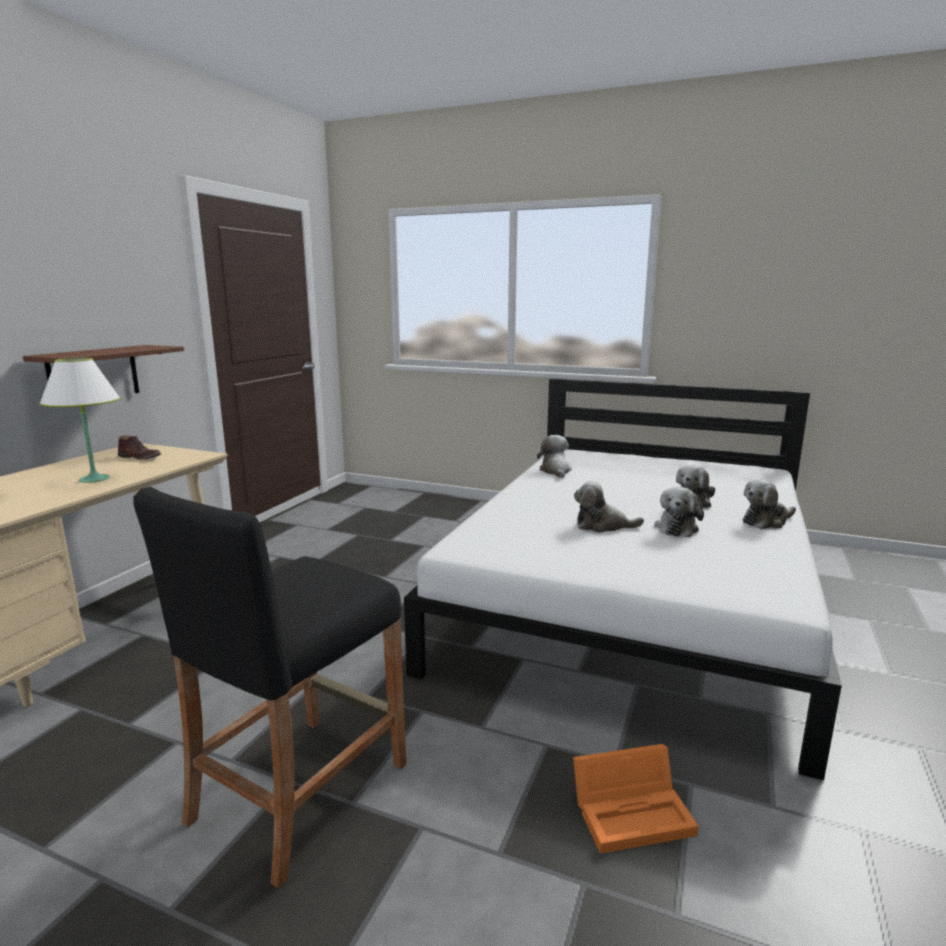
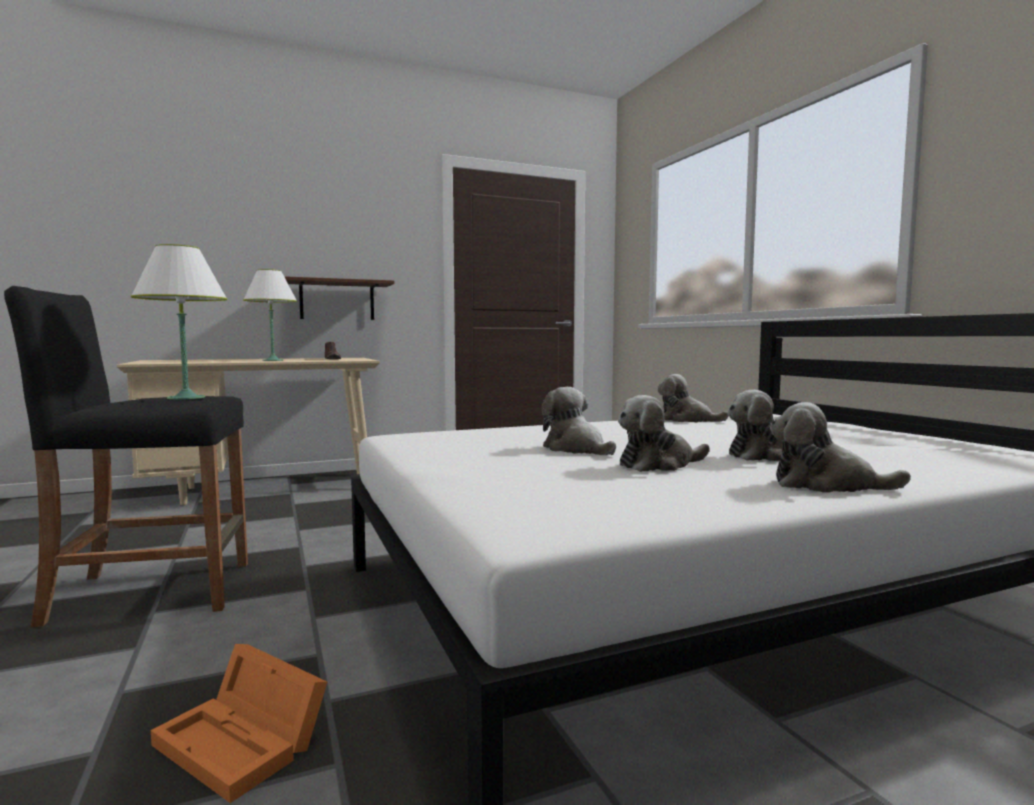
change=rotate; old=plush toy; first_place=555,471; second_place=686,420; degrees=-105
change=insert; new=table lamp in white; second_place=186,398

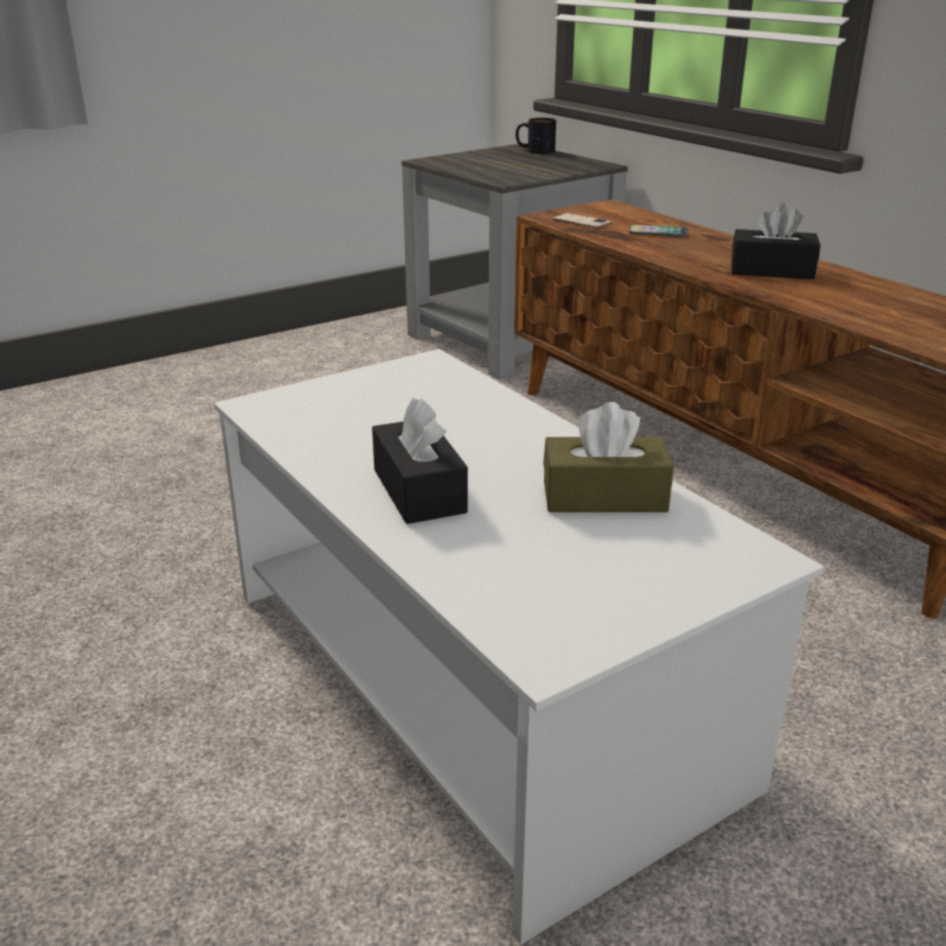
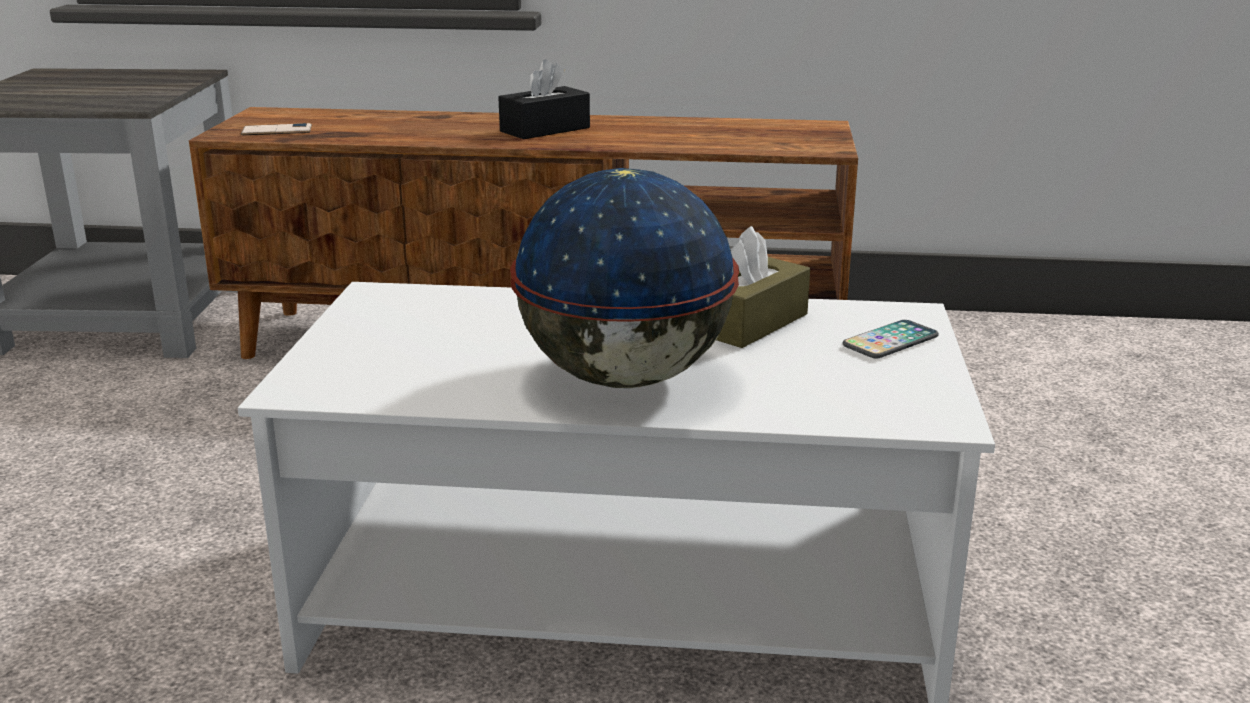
change=replace; old=tissue box in black; new=globe; first_place=419,491; second_place=623,379
change=delete; old=mug; first_place=534,150
change=move; old=phone; first_place=657,232; second_place=890,341

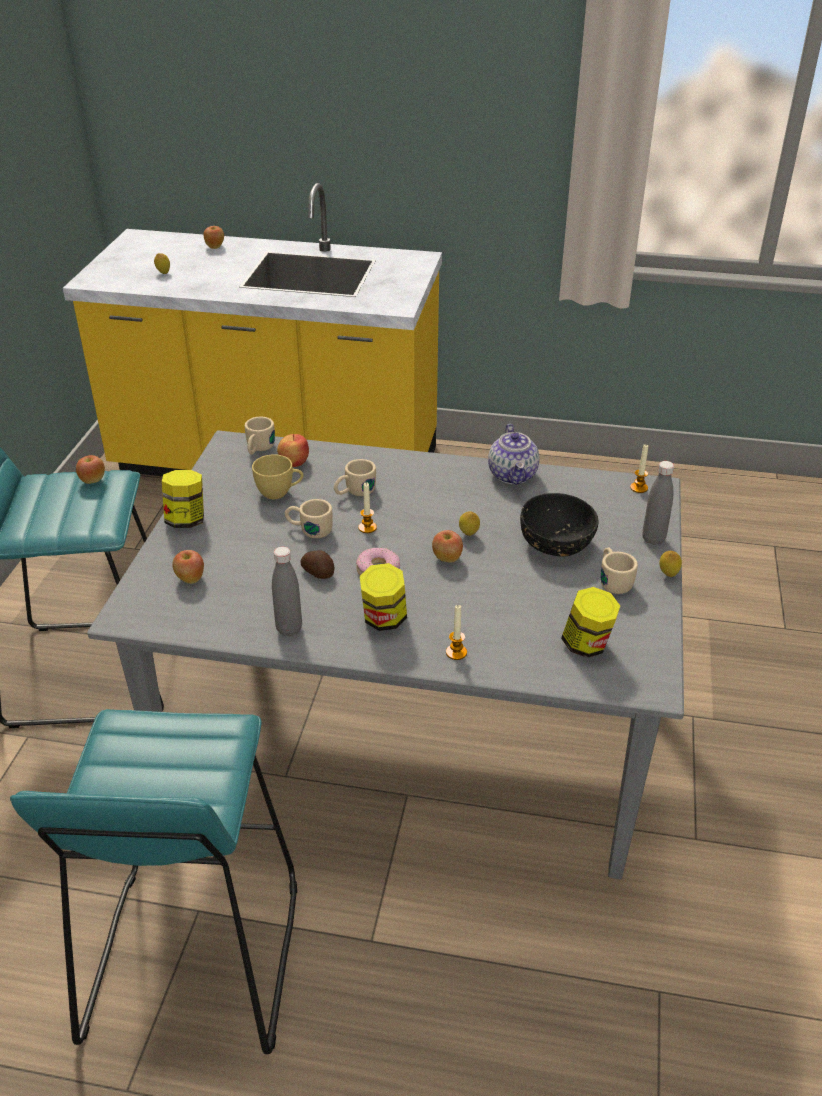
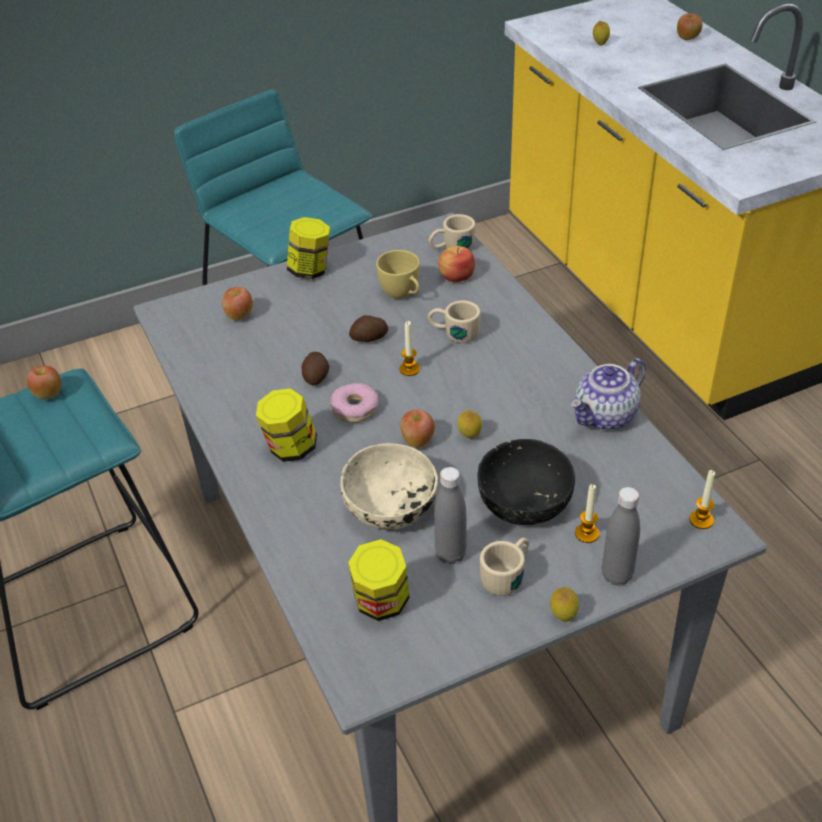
change=move; old=apple; first_place=93,480; second_place=48,394
change=move; old=bottle in grey; first_place=289,629; second_place=450,554
change=replace; old=mug in beige; new=potato; first_place=309,529; second_place=369,338
change=move; old=candle; first_place=456,652; second_place=587,534
change=insert; new=bowl in beige; second_place=390,508

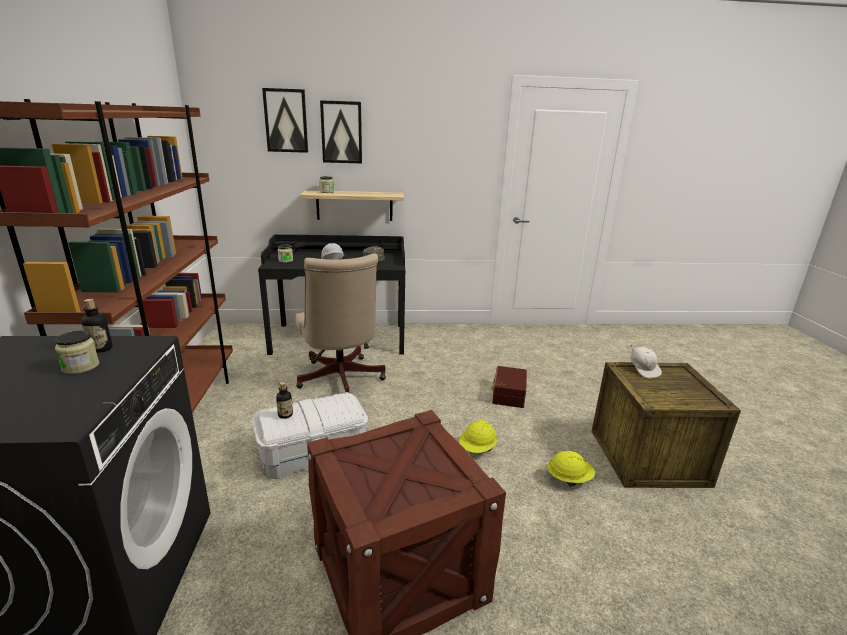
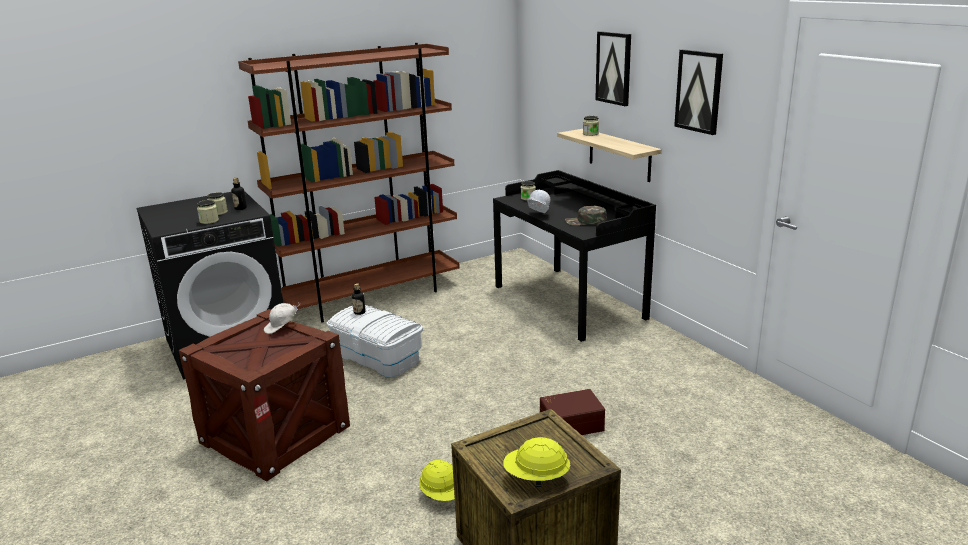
change=move; old=picture; first_place=286,121; second_place=699,91
change=delete; old=office chair in beige; first_place=340,380
change=move; old=hard hat in yellow; first_place=477,449; second_place=536,478
change=move; old=cap in white; first_place=643,369; second_place=282,327
change=insert; new=jar; second_place=209,221

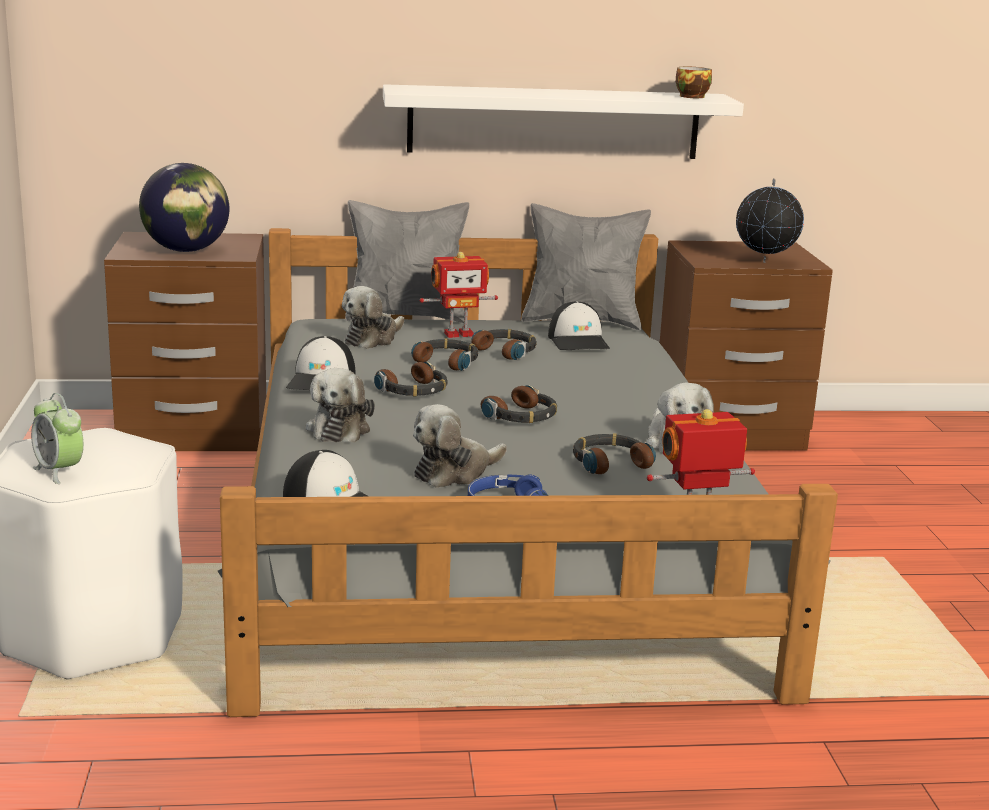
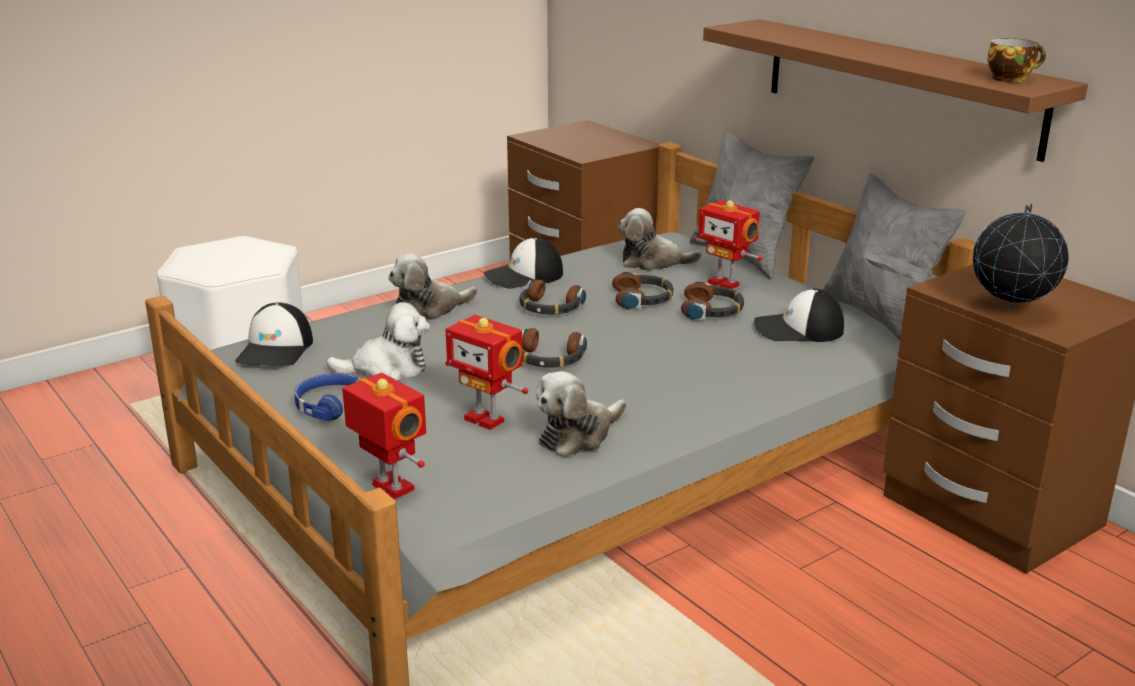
change=delete; old=alarm clock; first_place=59,472
change=delete; old=globe; first_place=186,250
change=recolor; old=shelf in white; new=shelf in brown; first_place=554,122; second_place=899,85
change=rotate; old=plush toy; first_place=454,472; second_place=387,369; degrees=150
change=rotate; old=cap; first_place=579,341; second_place=798,329; degrees=45
change=replace; old=headphones; new=toy robot; first_place=610,462; second_place=486,419

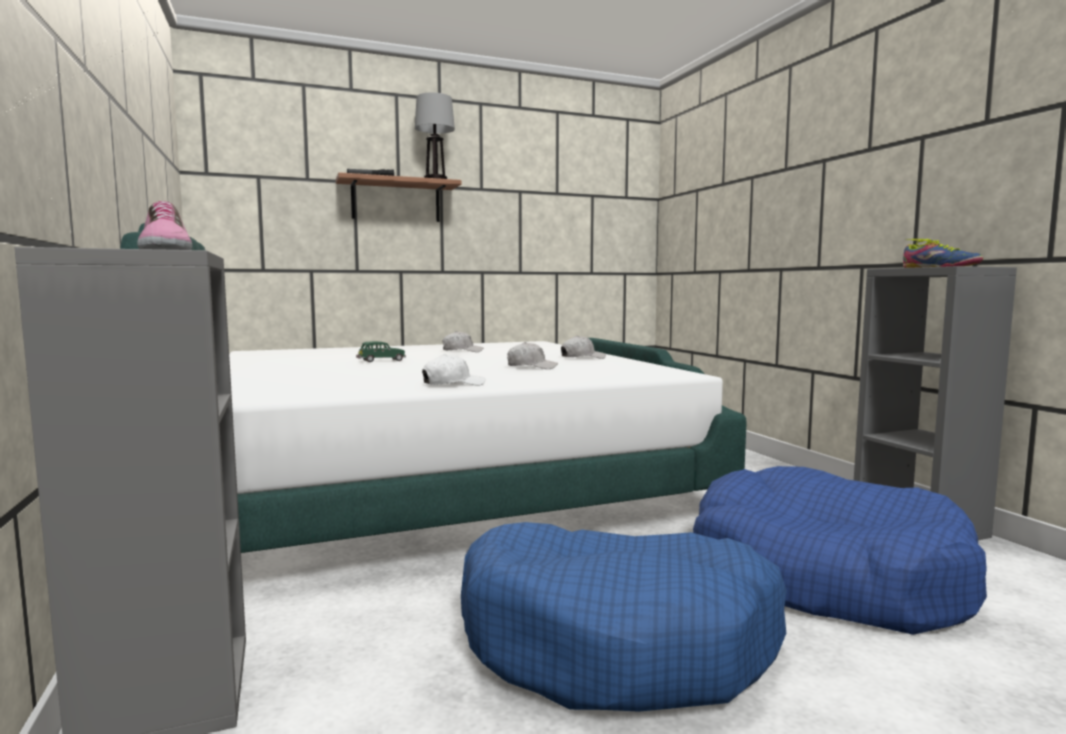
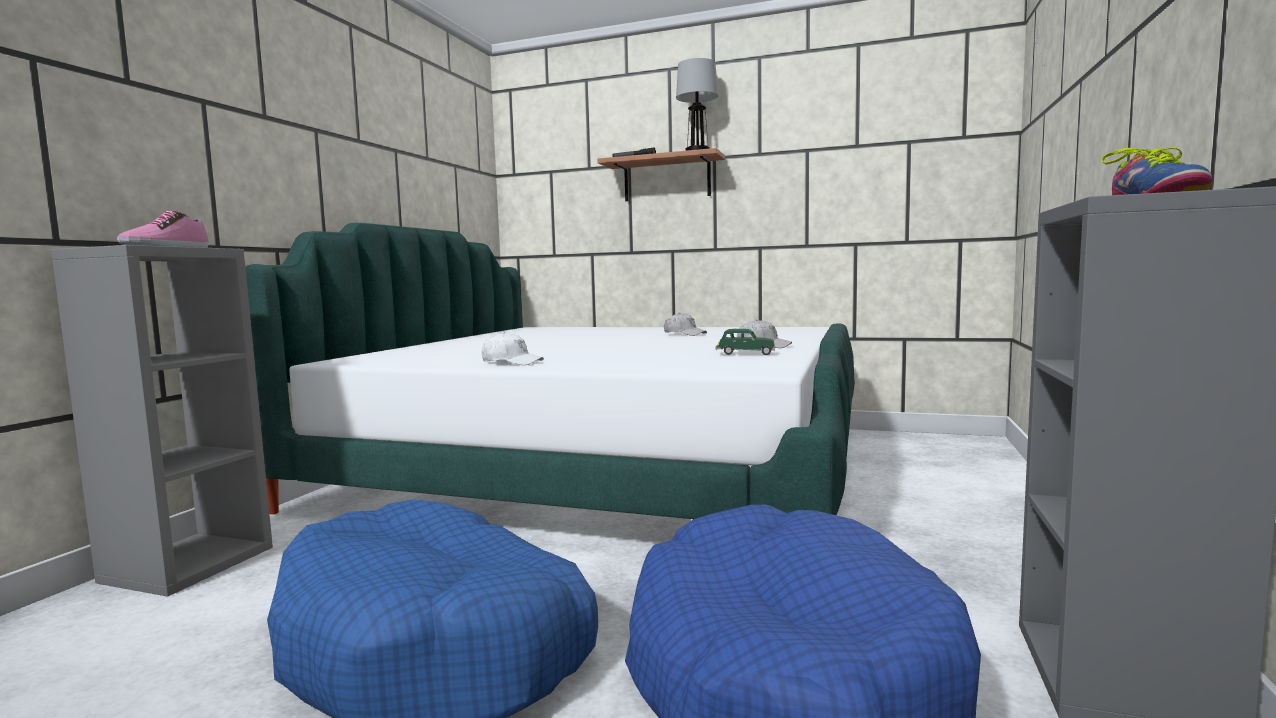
change=move; old=toy car in green; first_place=381,361; second_place=745,354
change=delete; old=cap in white; first_place=531,367

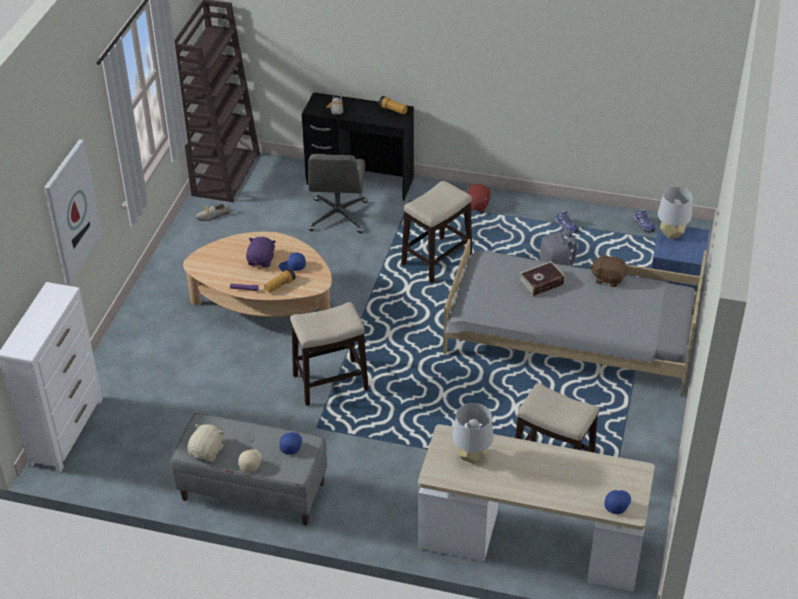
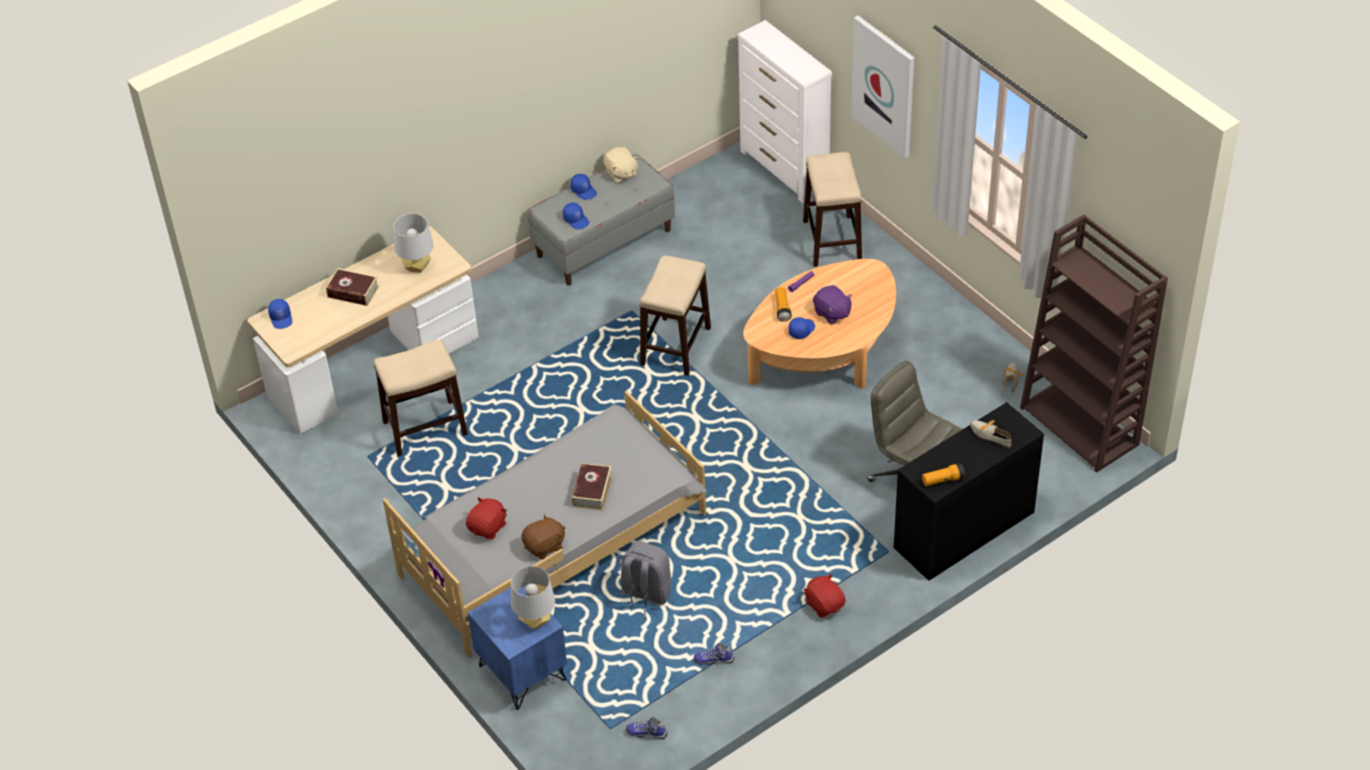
change=recolor; old=cap in beige; new=cap in blue; first_place=250,462; second_place=584,191
change=move; old=stool; first_place=436,260; second_place=832,240
change=insert; new=book; second_place=353,292
change=insert; new=plush toy in red; second_place=488,527

